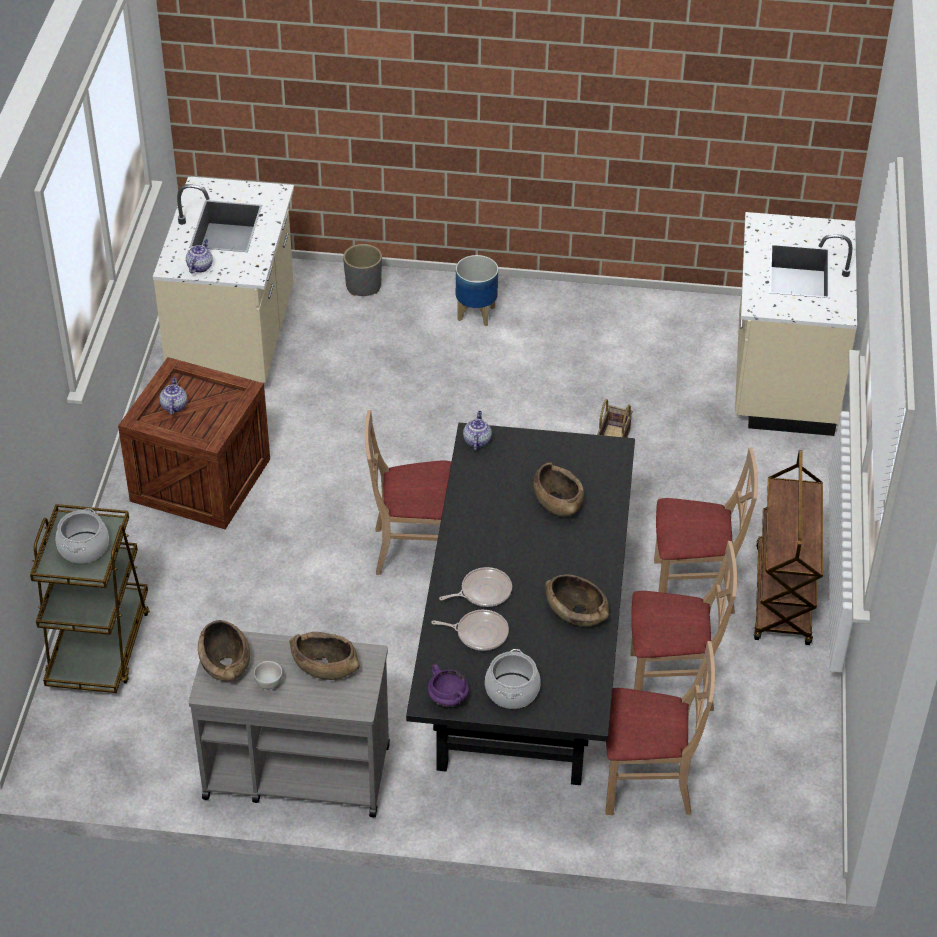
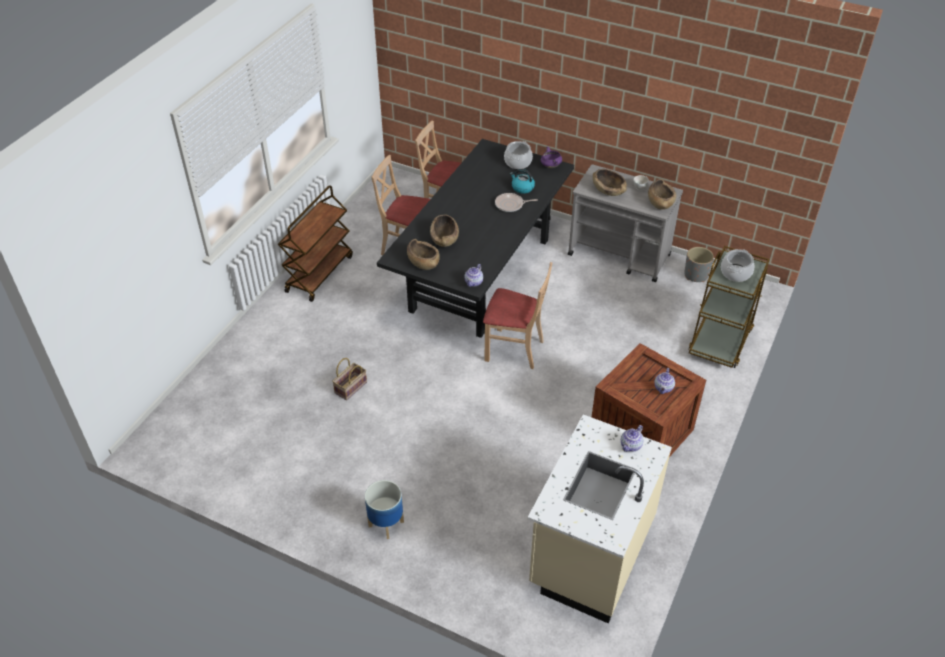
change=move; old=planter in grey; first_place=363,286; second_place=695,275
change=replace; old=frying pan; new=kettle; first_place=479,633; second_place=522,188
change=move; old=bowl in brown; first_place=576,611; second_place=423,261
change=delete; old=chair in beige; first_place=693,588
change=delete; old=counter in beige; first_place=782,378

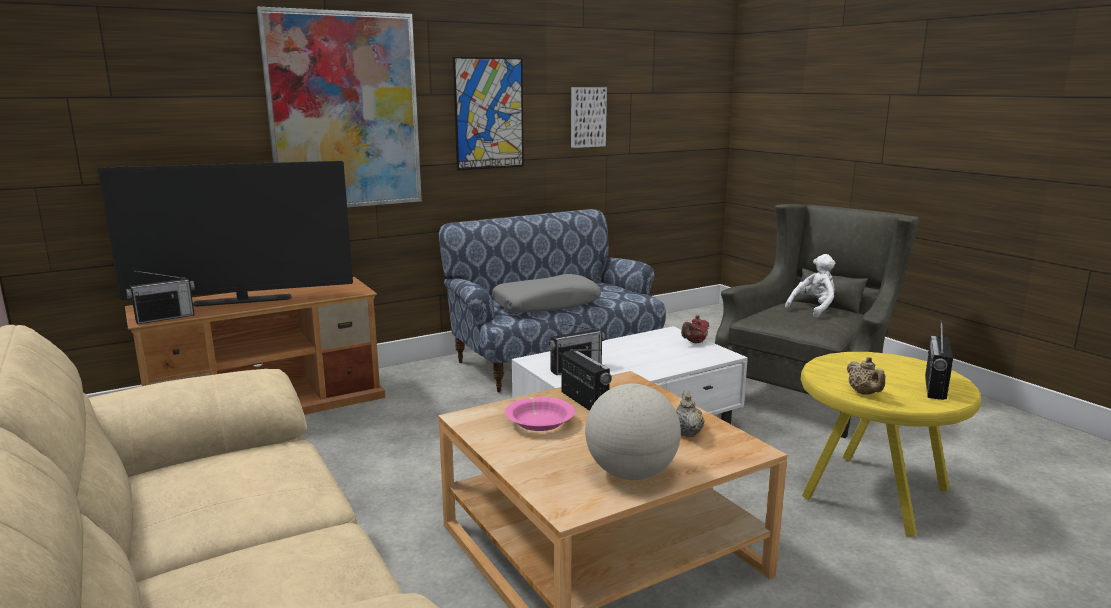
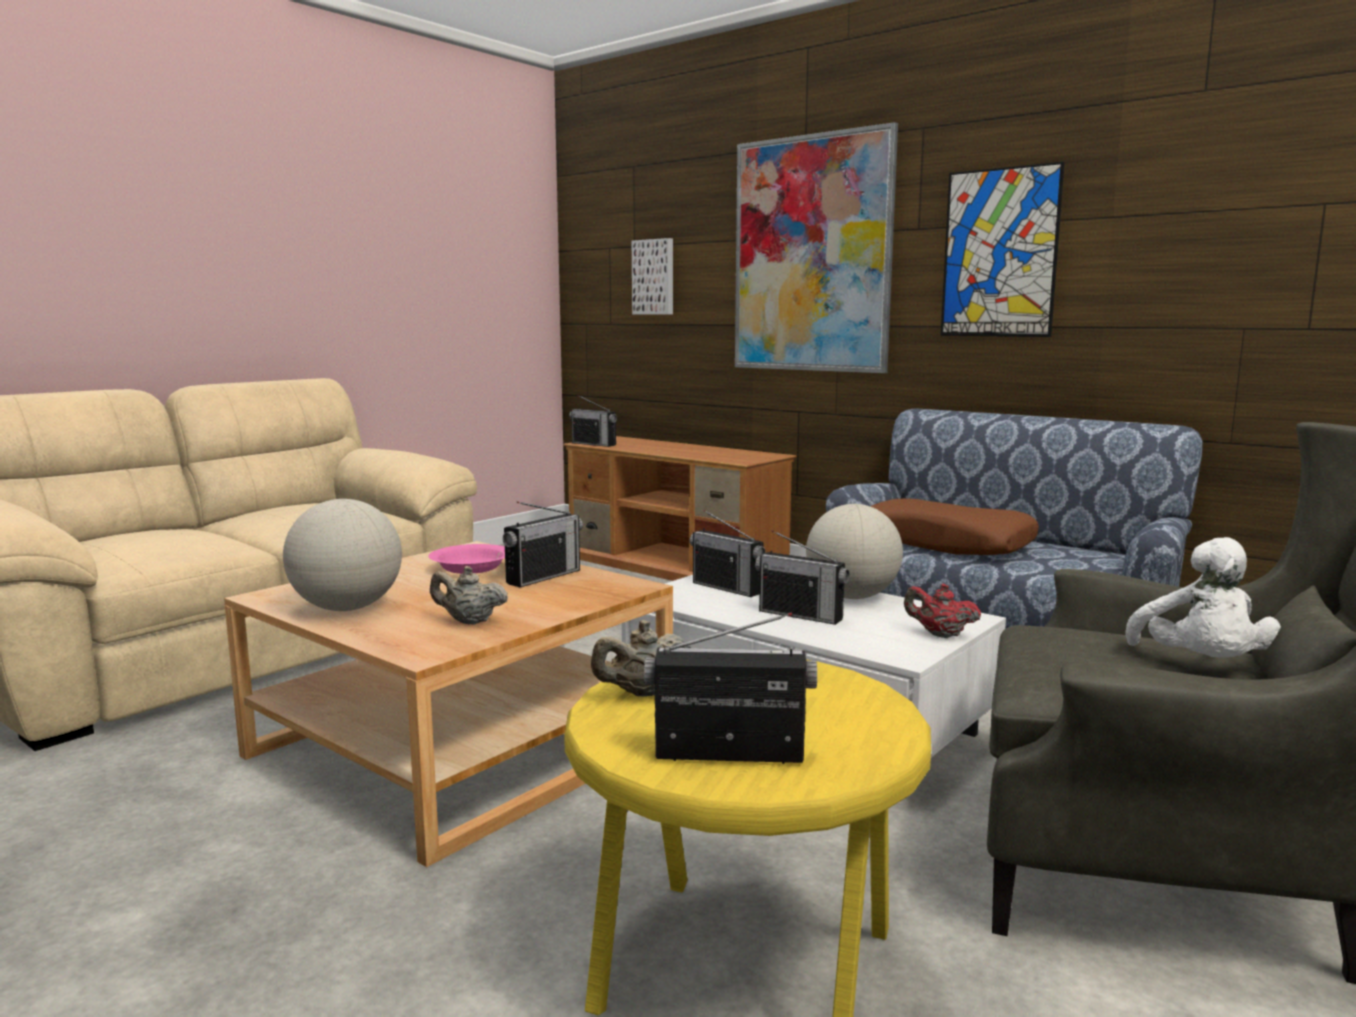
change=delete; old=television; first_place=242,301
change=recolor; old=pillow in grey; new=pillow in brown; first_place=546,304; second_place=946,544
change=move; old=picture; first_place=587,117; second_place=654,277
change=rotate; old=teapot in beige; first_place=686,432; second_place=469,621; degrees=-150
change=rotate; old=plush toy in white; first_place=813,309; second_place=1200,665; degrees=60
change=insert; new=radio; second_place=801,615
change=insert; new=globe; second_place=852,597

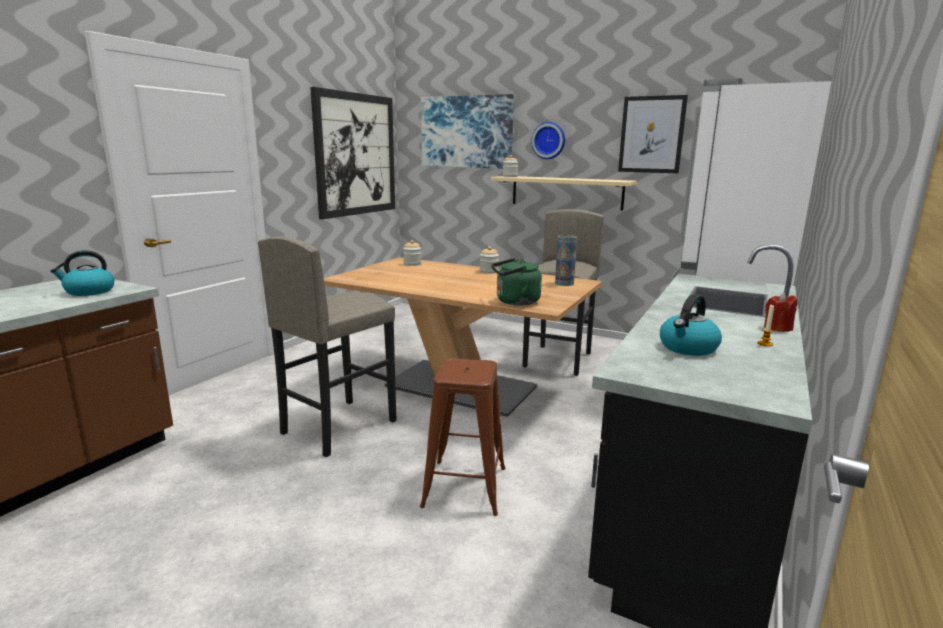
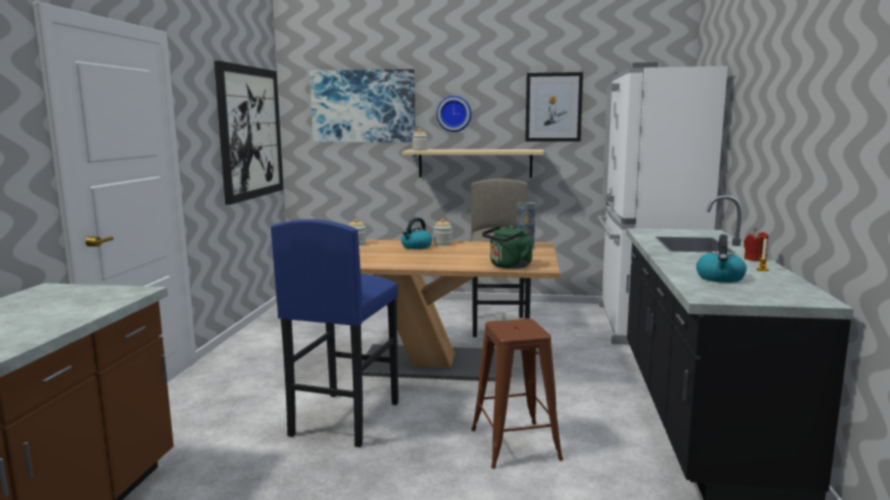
change=move; old=kettle; first_place=89,291; second_place=416,247
change=recolor; old=stool in grey; new=stool in blue; first_place=338,427; second_place=344,419

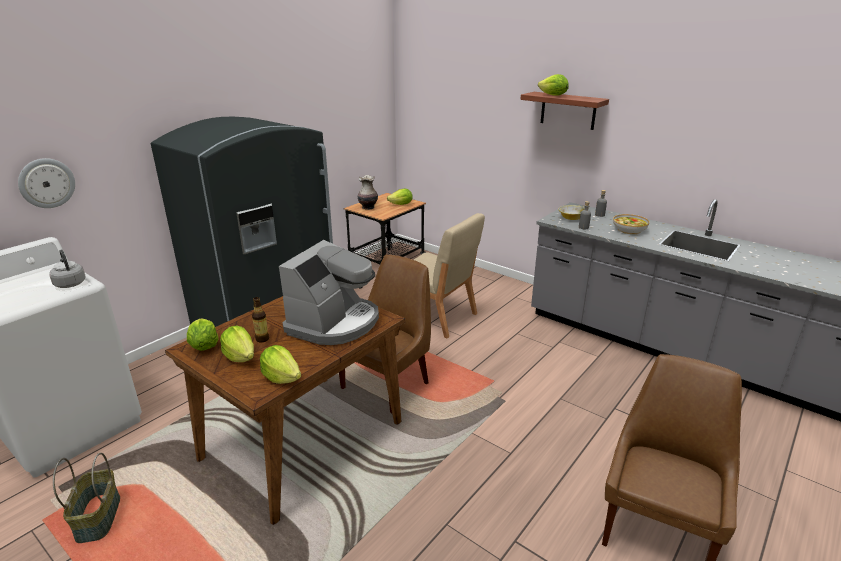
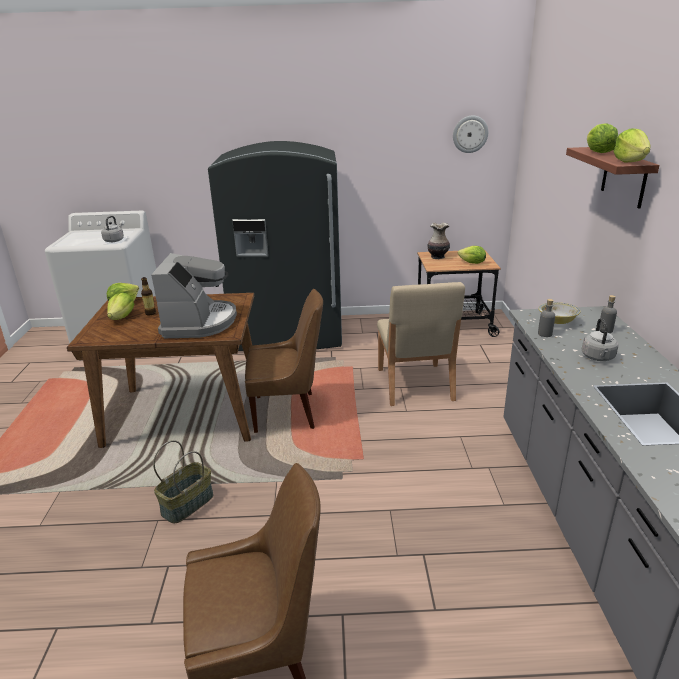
change=move; old=wall clock; first_place=46,183; second_place=470,134
change=move; old=basket; first_place=97,517; second_place=187,504
change=move; old=lettuce; first_place=281,377; second_place=630,162
change=rotate; old=coffee machine; first_place=334,323; second_place=199,322; degrees=-75
change=replace; old=bowl; new=kettle in grey; first_place=629,230; second_place=598,358

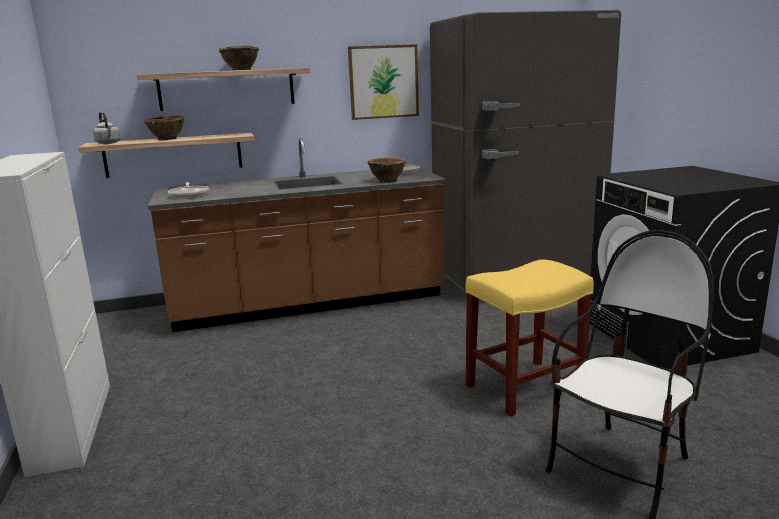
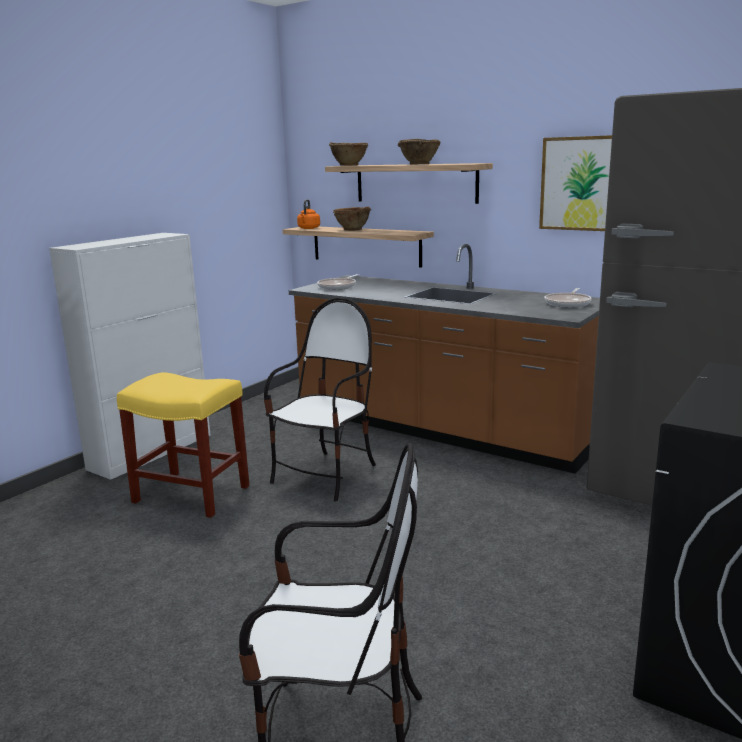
change=recolor; old=kettle in grey; new=kettle in orange; first_place=108,143; second_place=308,228
change=move; old=bowl in brown; first_place=387,181; second_place=349,165
change=move; old=stool in yellow; first_place=526,386; second_place=193,494
change=insert; new=chair; second_place=326,476

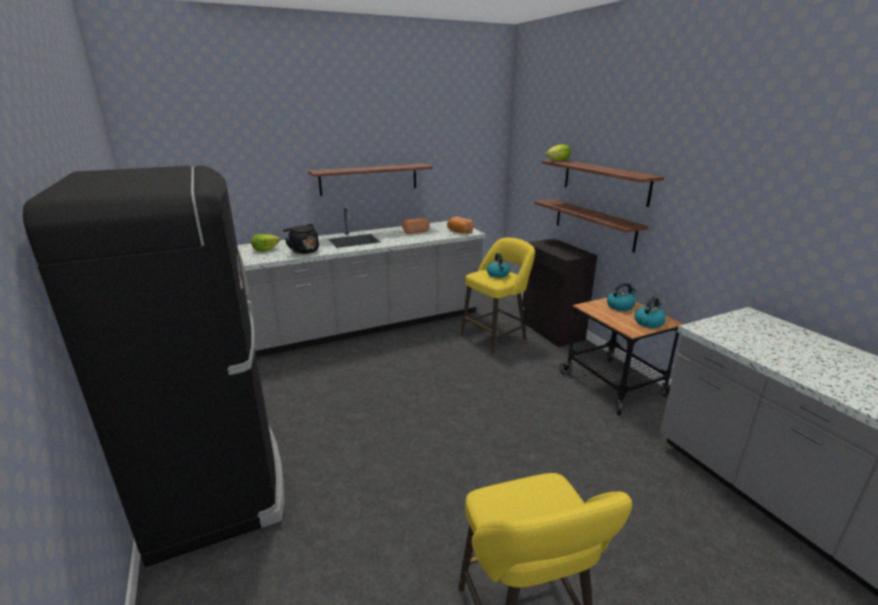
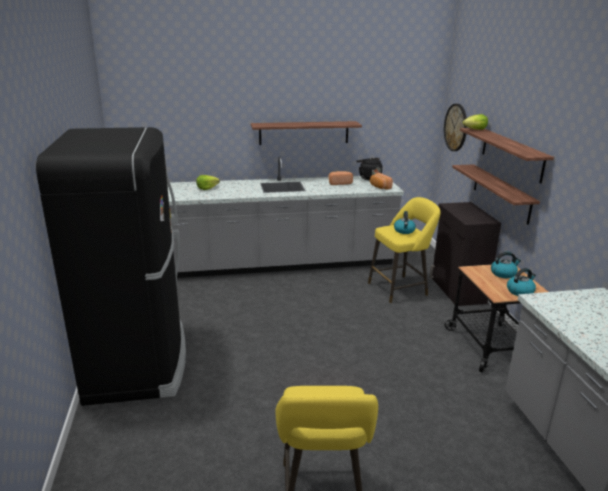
change=move; old=kettle in black; first_place=303,251; second_place=369,178
change=insert; new=wall clock; second_place=456,127

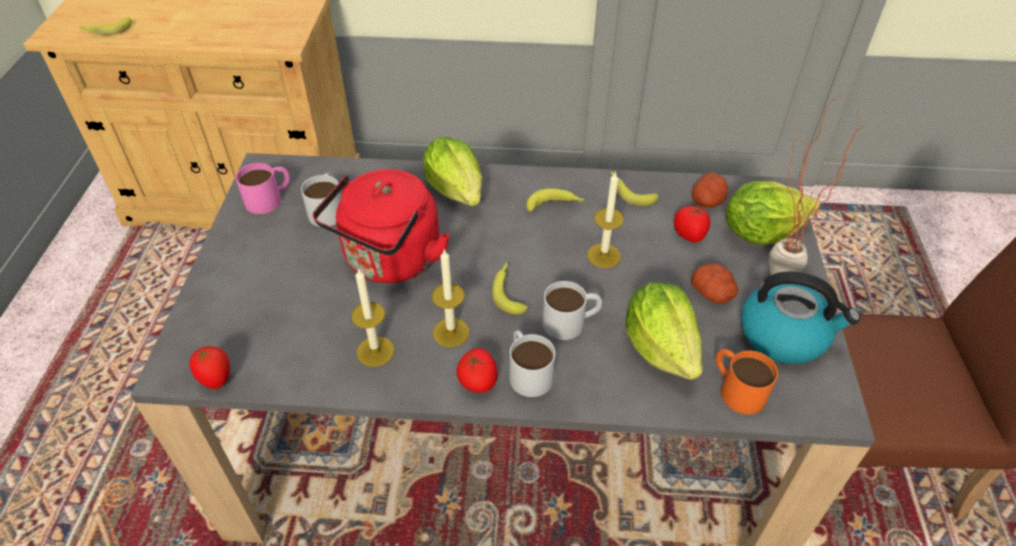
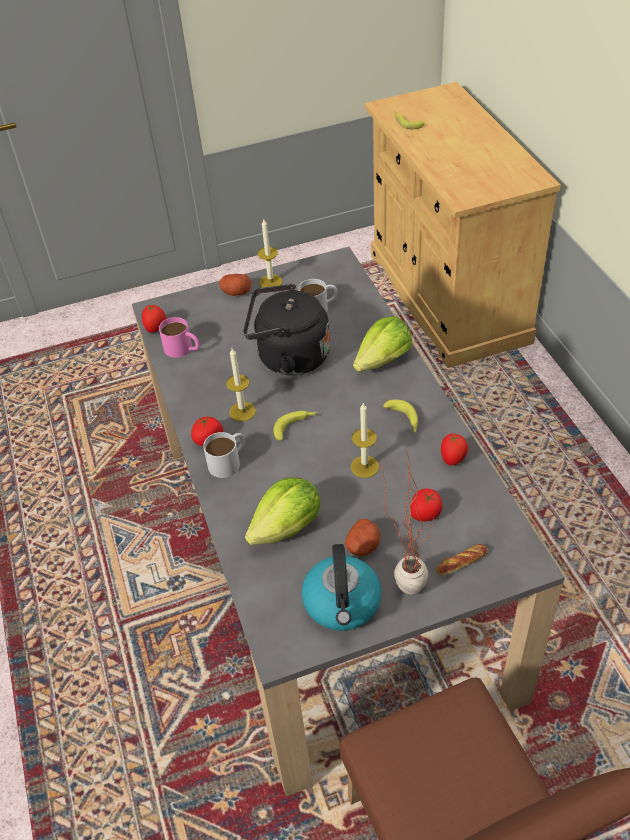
change=move; old=mug in pink; first_place=270,198; second_place=183,349
change=recolor; old=kettle in red; new=kettle in black; first_place=390,261; second_place=288,357
change=move; old=candle; first_place=375,351; second_place=270,282
change=delete; old=mug in white; first_place=571,322
change=replace; old=banana; new=tomato; first_place=629,191; second_place=453,459
change=move; old=potato; first_place=707,201; second_place=235,292
change=delete; old=mug in orange; first_place=736,388
change=replace; old=lettuce; new=bread; first_place=760,231; second_place=462,562

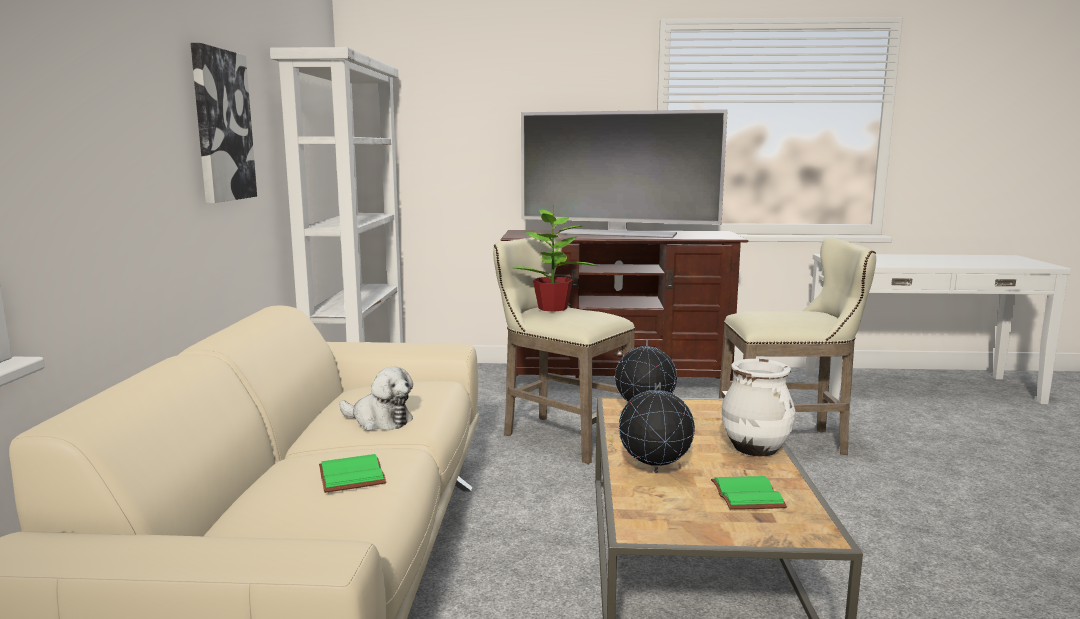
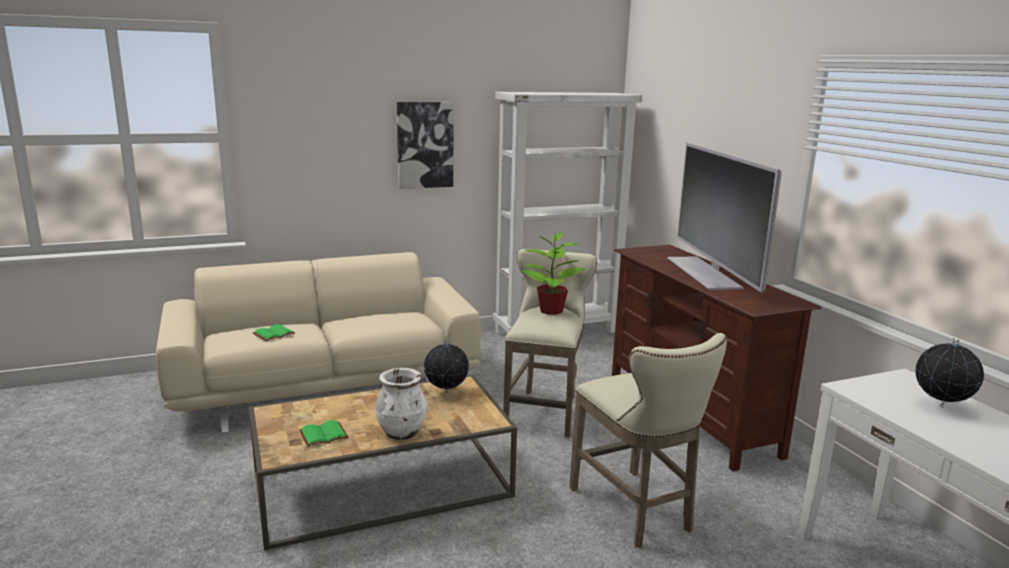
change=delete; old=plush toy; first_place=379,420
change=move; old=globe; first_place=654,472; second_place=941,406

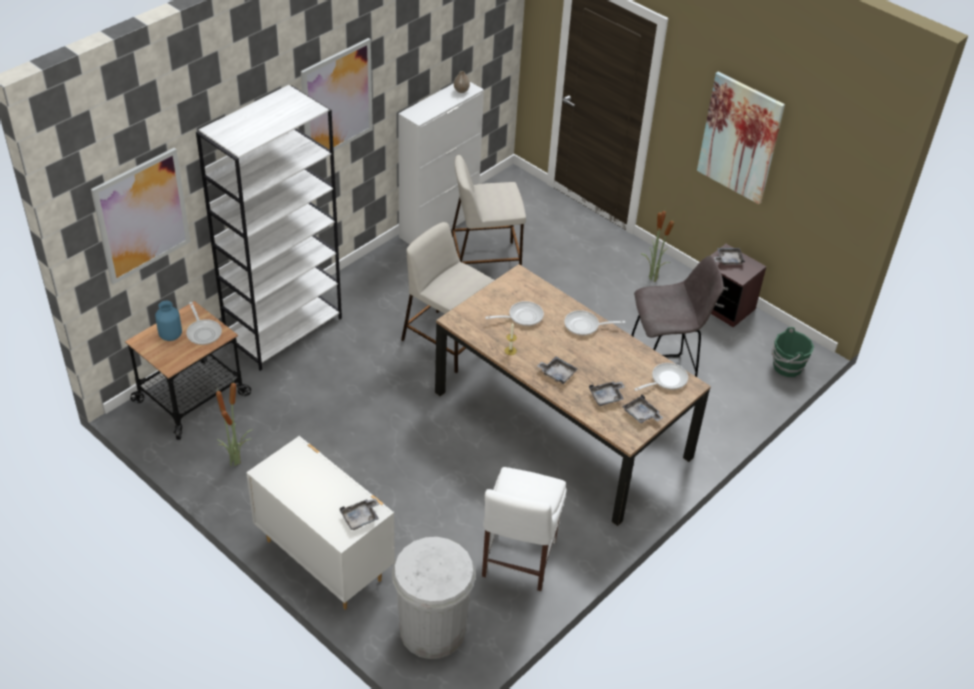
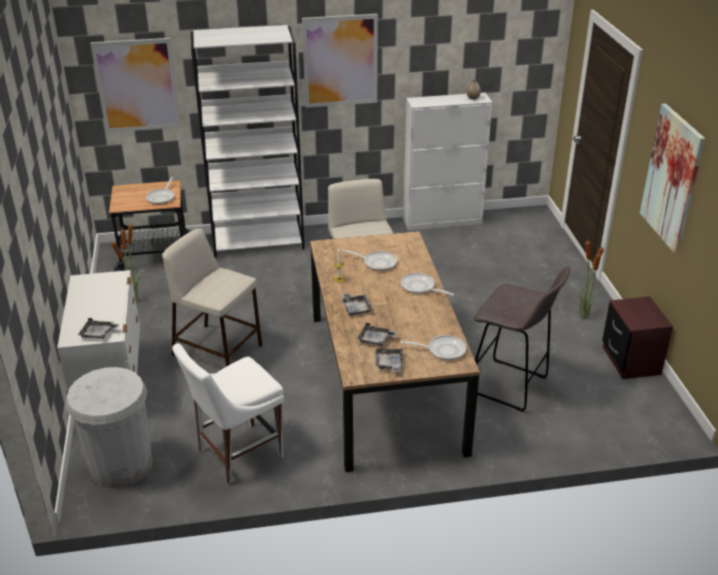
change=delete; old=vase in blue; first_place=170,335
change=move; old=stool in beige; first_place=485,260; second_place=218,350
change=delete; old=tray in grey; first_place=728,260
change=delete; old=bucket in green; first_place=786,367

